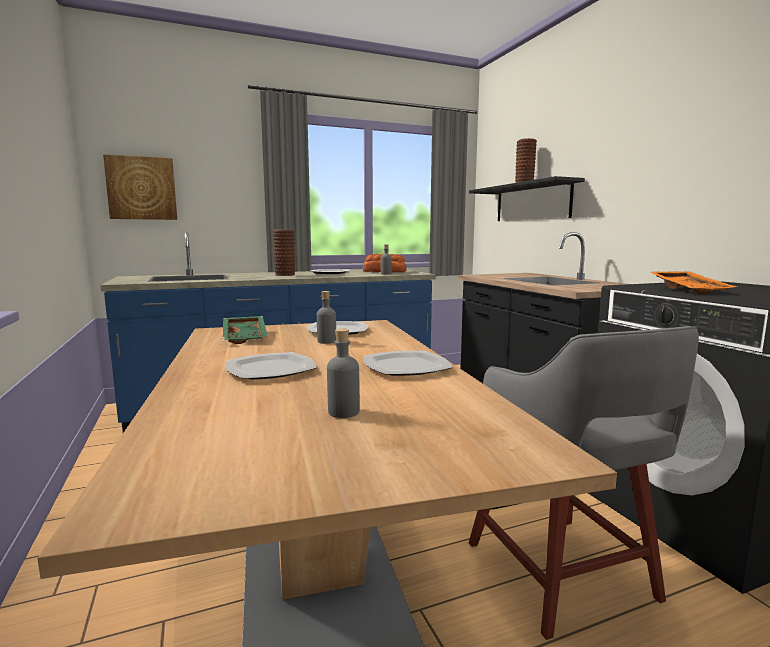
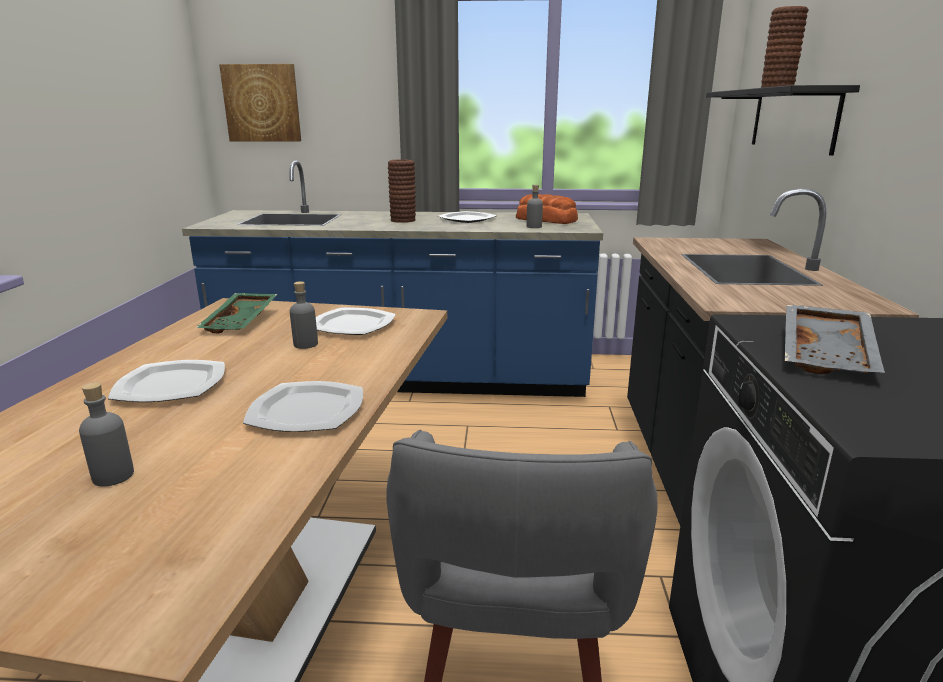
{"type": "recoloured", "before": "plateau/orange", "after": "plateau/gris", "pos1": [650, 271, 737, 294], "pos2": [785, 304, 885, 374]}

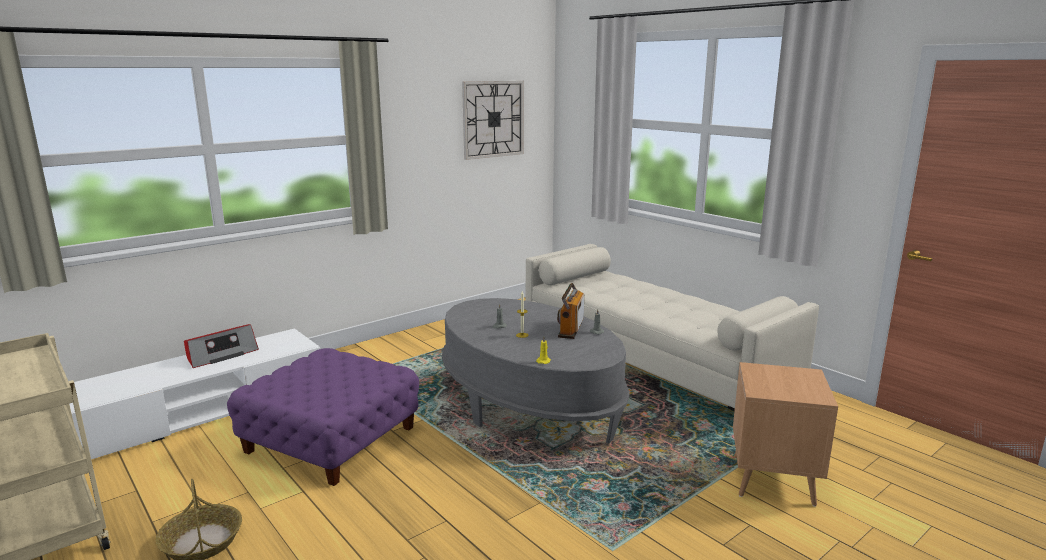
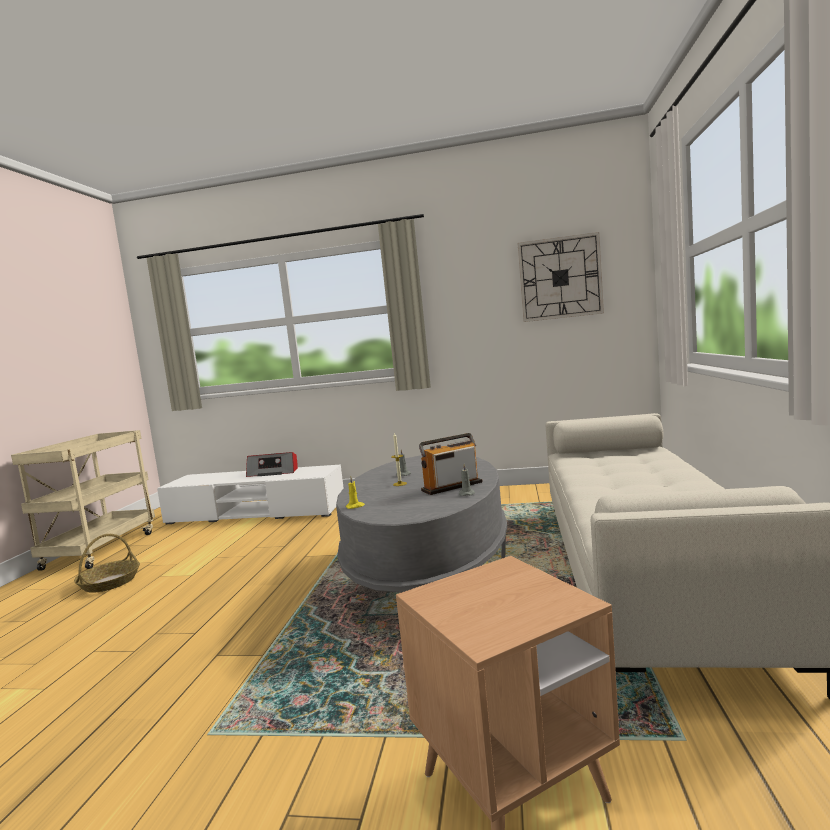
{"type": "removed", "before": "pouf/violet", "pos1": [227, 348, 419, 486]}

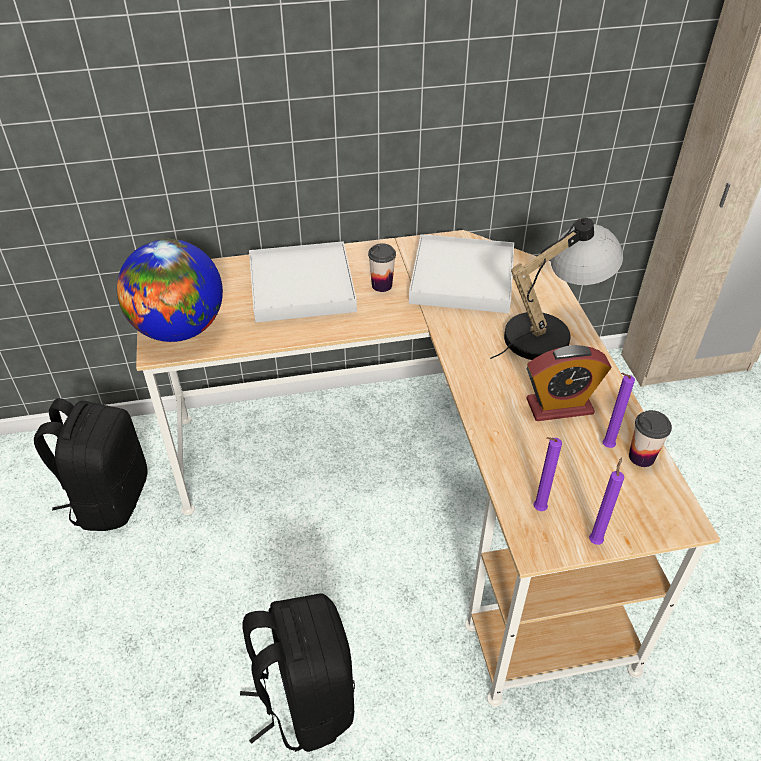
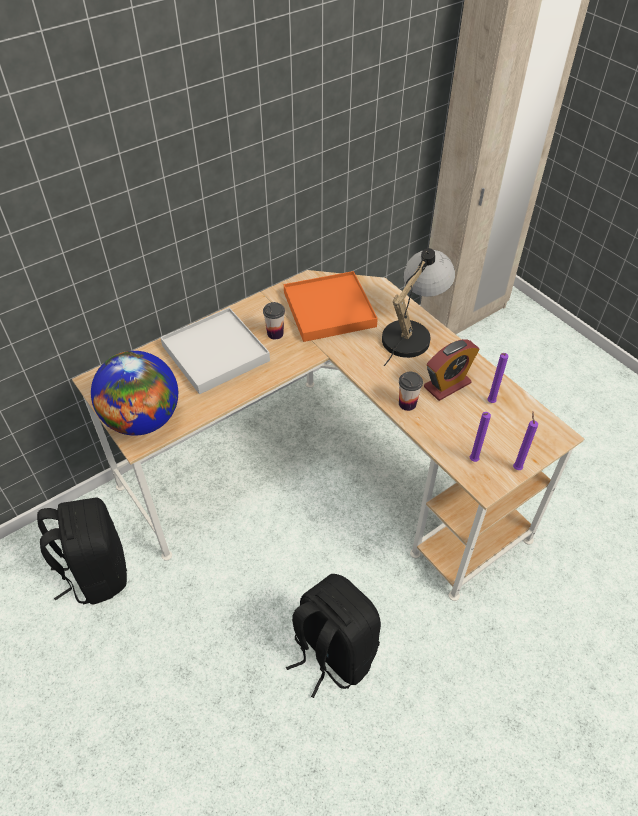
{"type": "recoloured", "before": "plateau/blanc", "after": "plateau/orange", "pos1": [409, 234, 514, 313], "pos2": [284, 271, 378, 342]}
{"type": "moved", "before": "tasse", "pos1": [629, 410, 672, 467], "pos2": [399, 372, 423, 411]}

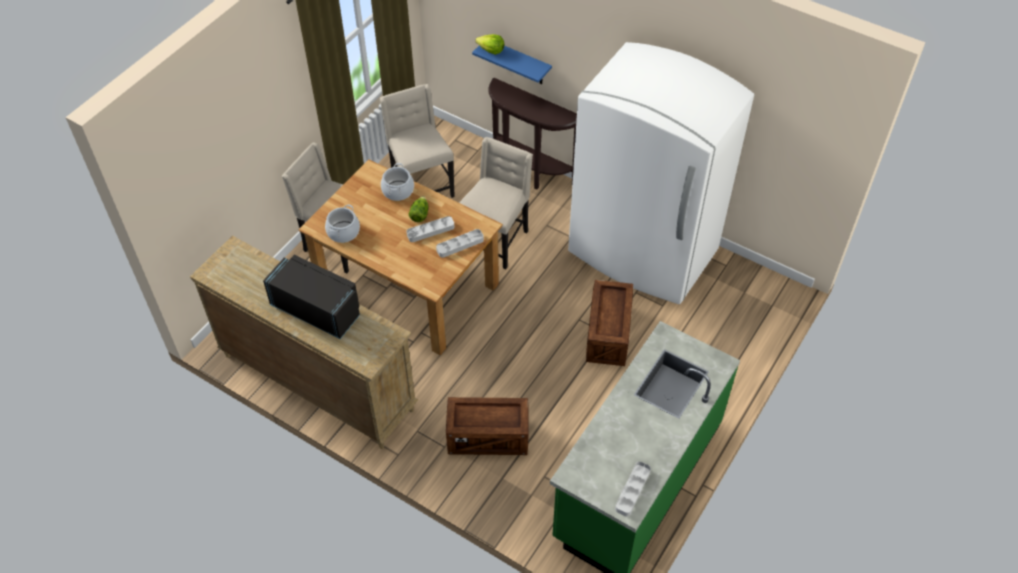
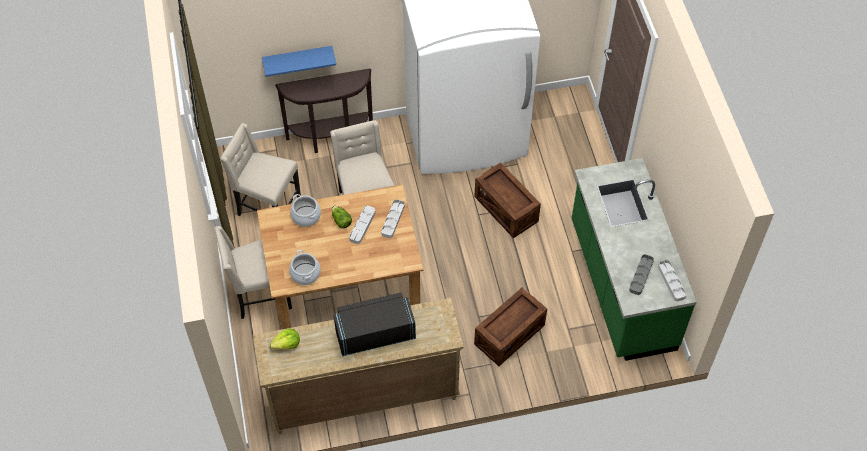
{"type": "moved", "before": "laitue", "pos1": [475, 34, 504, 55], "pos2": [270, 328, 300, 350]}
{"type": "added", "after": "plateau/gris", "pos2": [629, 254, 654, 295]}

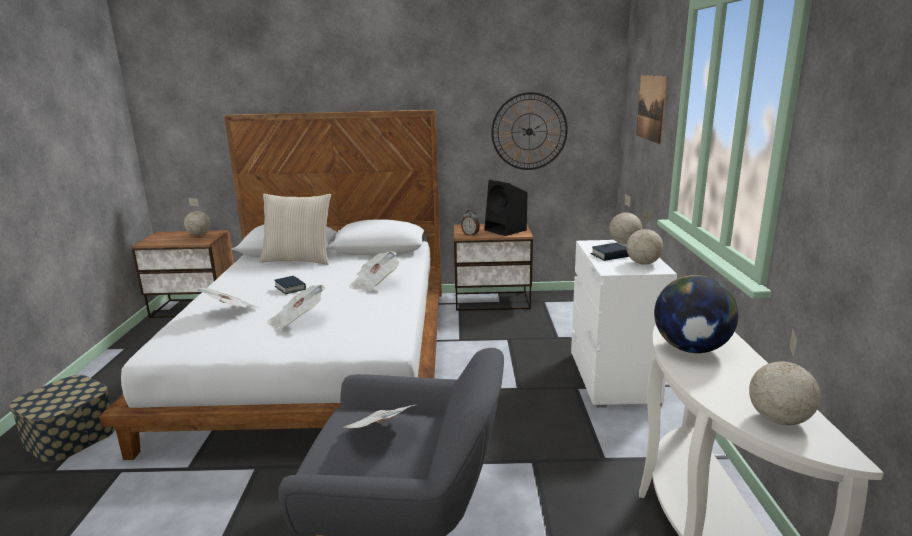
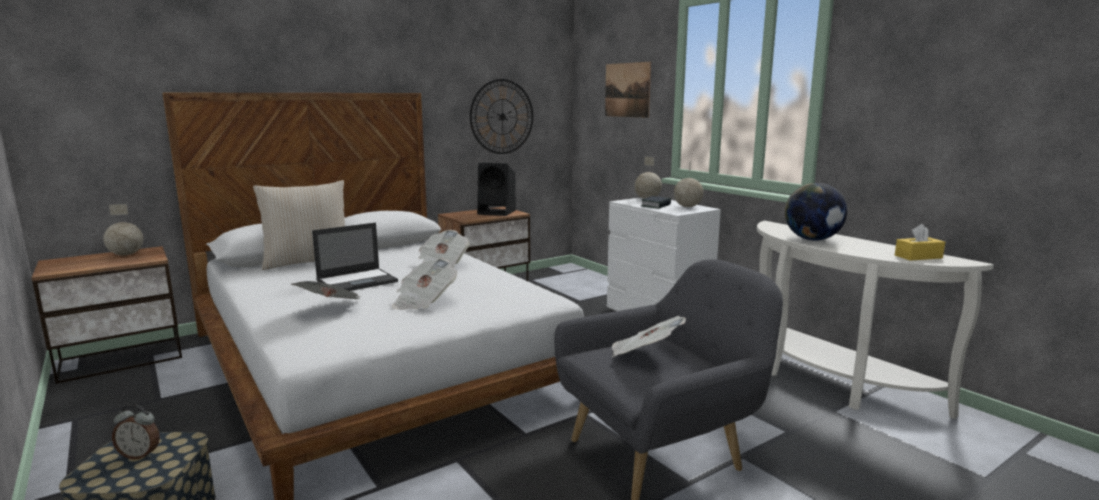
{"type": "replaced", "before": "livre", "after": "ordinateur portable", "pos1": [274, 276, 306, 294], "pos2": [312, 223, 398, 291]}
{"type": "moved", "before": "réveil", "pos1": [461, 210, 480, 236], "pos2": [112, 404, 160, 459]}
{"type": "replaced", "before": "globe", "after": "boîte à mouchoirs/jaune", "pos1": [749, 329, 820, 425], "pos2": [895, 224, 945, 261]}

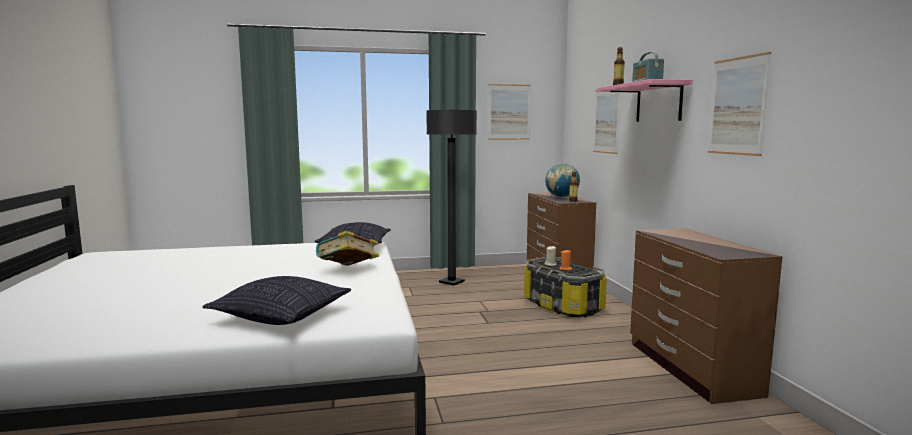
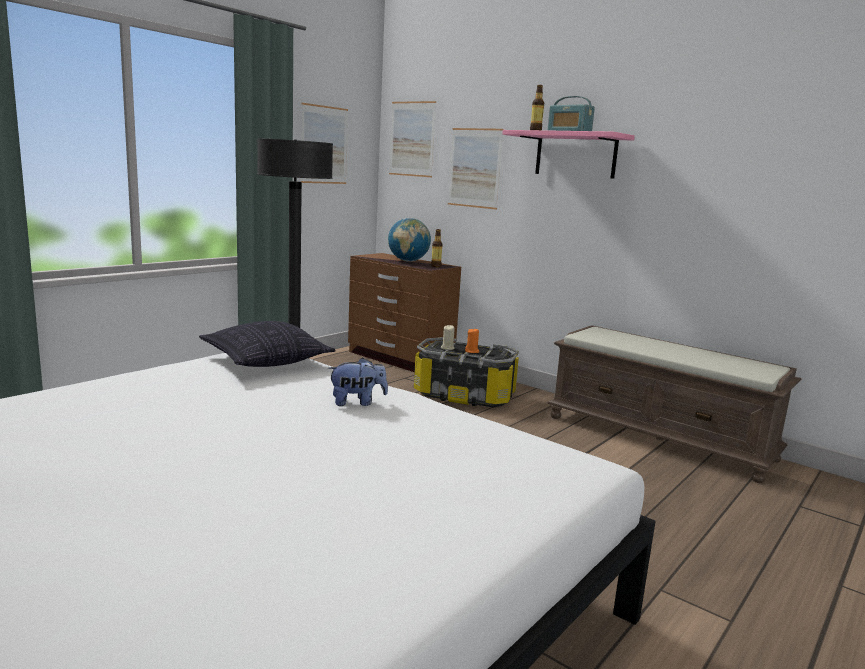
{"type": "removed", "before": "coussin", "pos1": [202, 276, 351, 325]}
{"type": "replaced", "before": "livre", "after": "peluche", "pos1": [316, 231, 379, 266], "pos2": [328, 357, 388, 406]}
{"type": "replaced", "before": "commode/marron", "after": "banc/marron", "pos1": [630, 228, 782, 404], "pos2": [548, 325, 801, 483]}
{"type": "moved", "before": "tableau", "pos1": [708, 52, 771, 156], "pos2": [389, 101, 436, 177]}

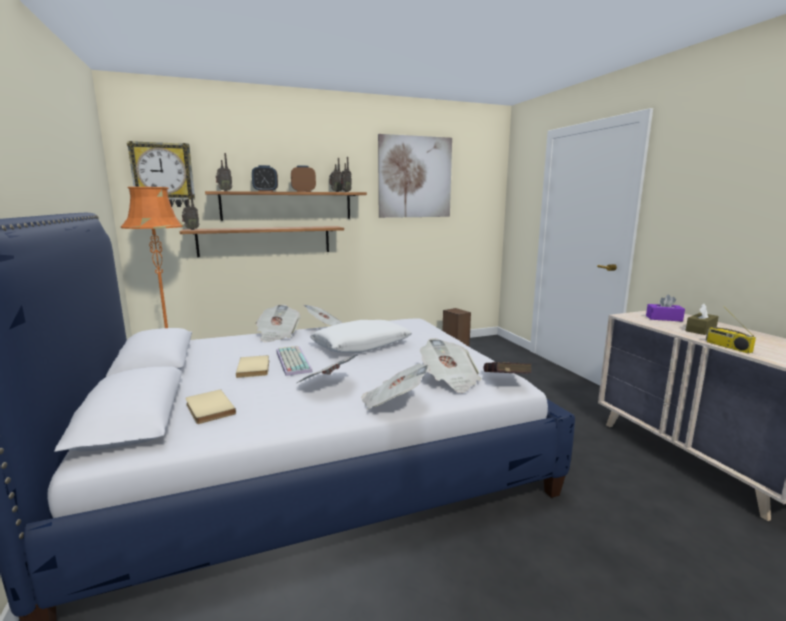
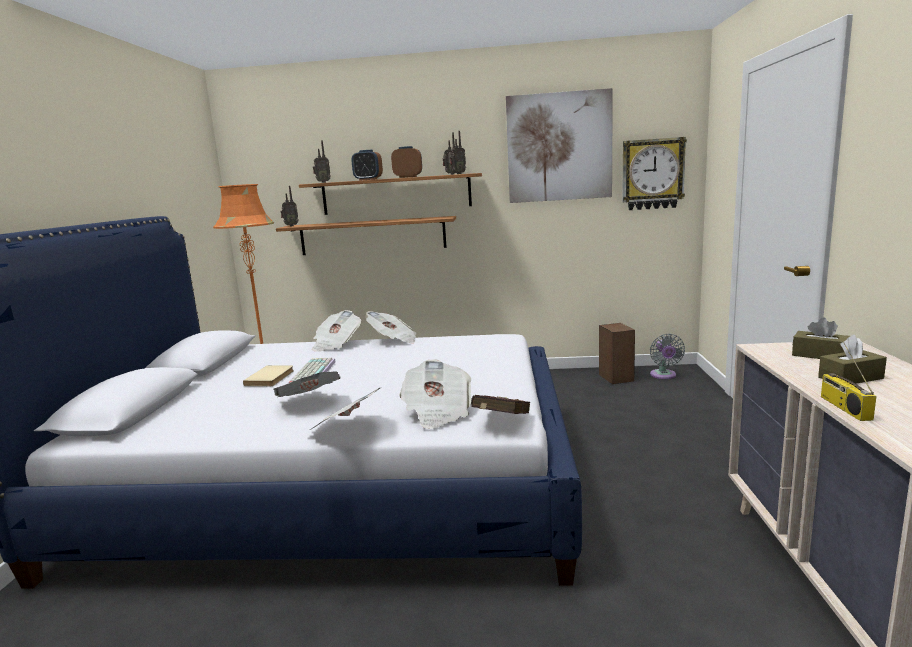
{"type": "moved", "before": "horloge murale", "pos1": [127, 141, 195, 207], "pos2": [622, 137, 687, 210]}
{"type": "removed", "before": "livre/beige", "pos1": [185, 389, 236, 424]}
{"type": "removed", "before": "coussin/blanc", "pos1": [310, 320, 412, 353]}
{"type": "recoloured", "before": "boîte à mouchoirs/violet", "after": "boîte à mouchoirs/marron", "pos1": [646, 295, 685, 322], "pos2": [792, 317, 850, 359]}
{"type": "added", "after": "ventilateur/gris", "pos2": [650, 334, 685, 379]}

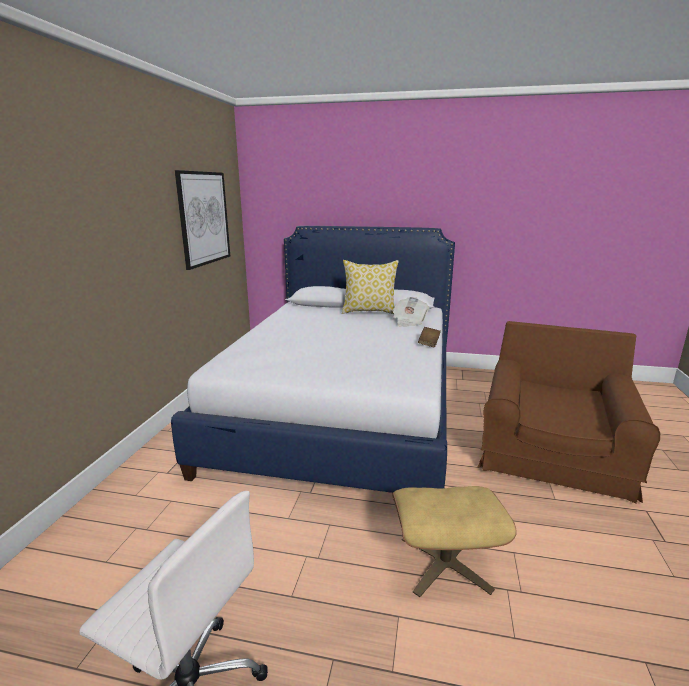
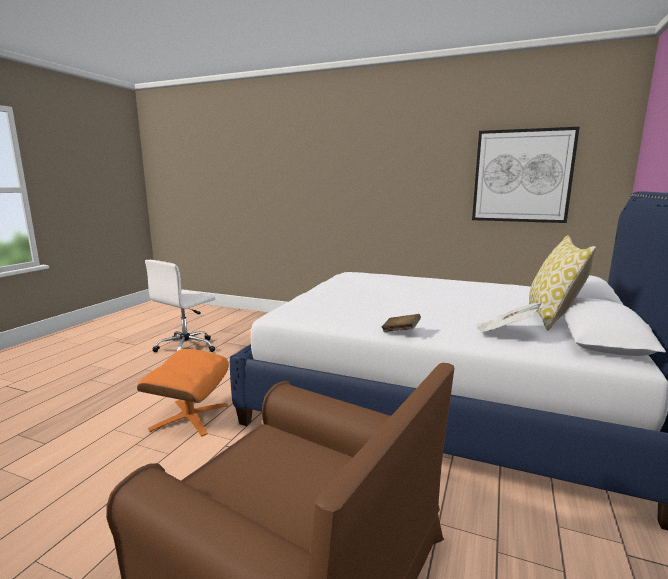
{"type": "recoloured", "before": "pouf/beige", "after": "pouf/orange", "pos1": [392, 486, 517, 597], "pos2": [137, 349, 229, 437]}

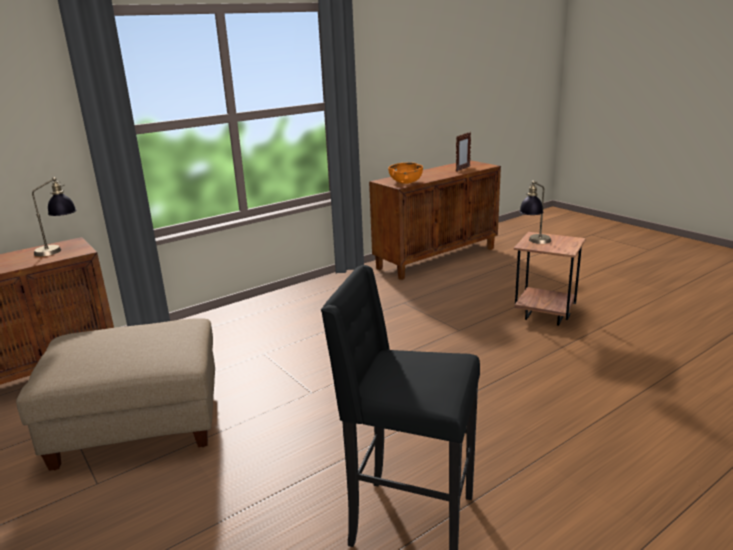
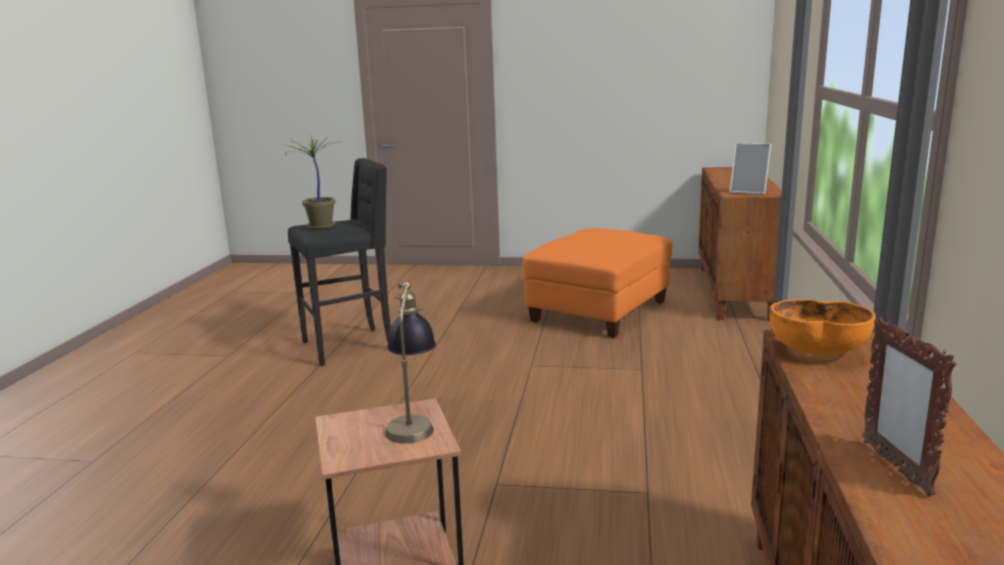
{"type": "recoloured", "before": "pouf/beige", "after": "pouf/orange", "pos1": [16, 318, 215, 471], "pos2": [523, 228, 673, 338]}
{"type": "replaced", "before": "lampe de table", "after": "cadre photo", "pos1": [32, 177, 76, 256], "pos2": [730, 143, 771, 195]}
{"type": "added", "after": "plante en pot", "pos2": [285, 135, 342, 230]}

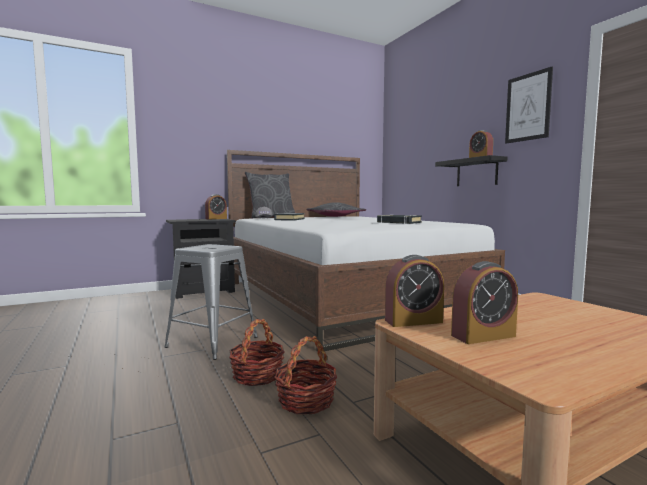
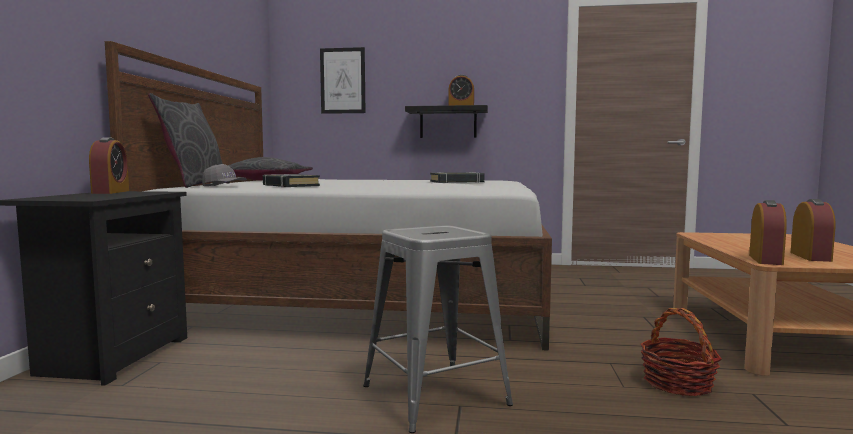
{"type": "removed", "before": "panier", "pos1": [229, 319, 285, 386]}
{"type": "moved", "before": "tableau", "pos1": [505, 66, 553, 144], "pos2": [320, 47, 365, 114]}

